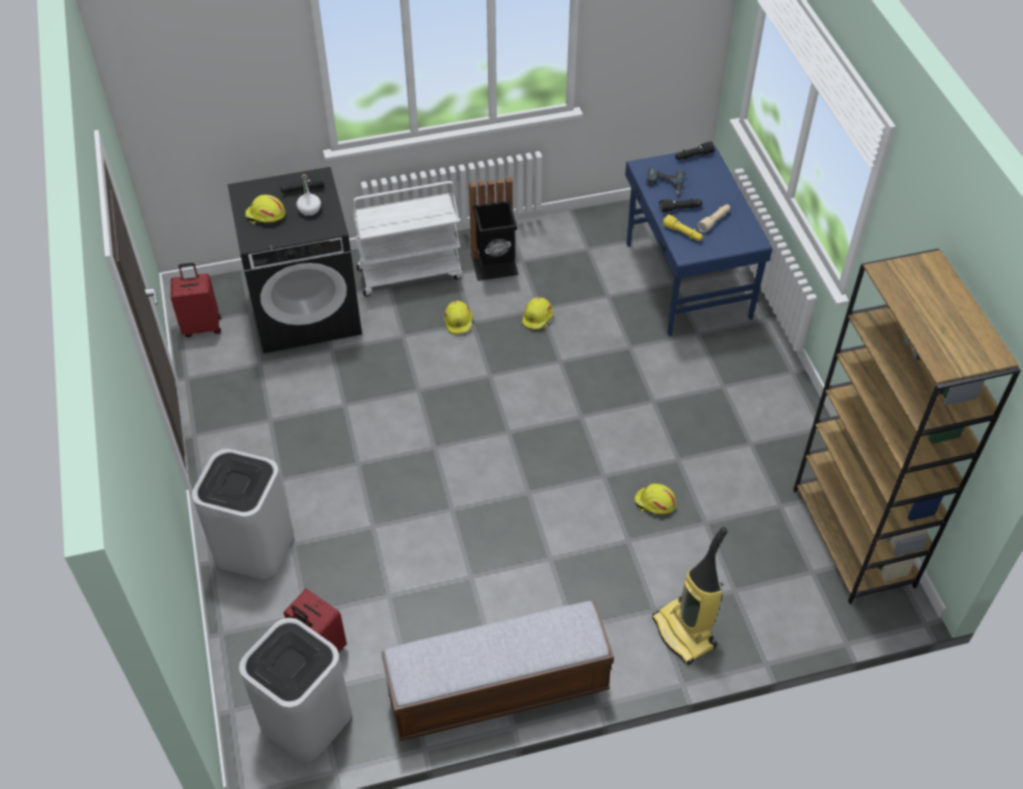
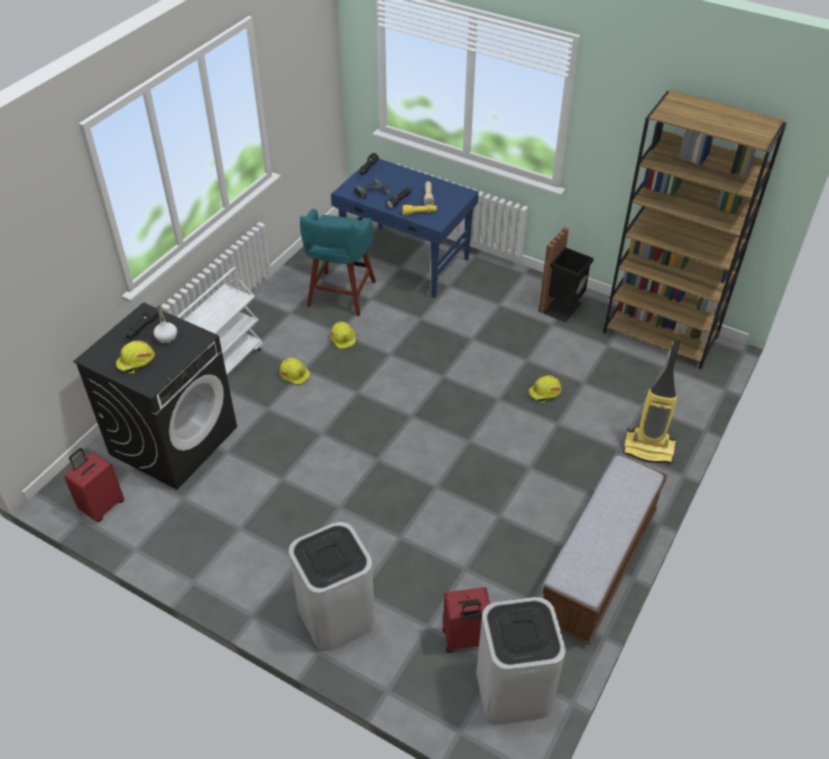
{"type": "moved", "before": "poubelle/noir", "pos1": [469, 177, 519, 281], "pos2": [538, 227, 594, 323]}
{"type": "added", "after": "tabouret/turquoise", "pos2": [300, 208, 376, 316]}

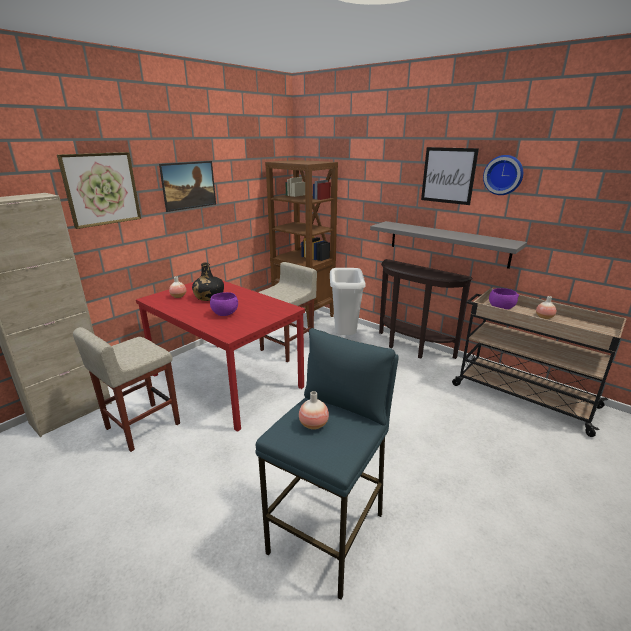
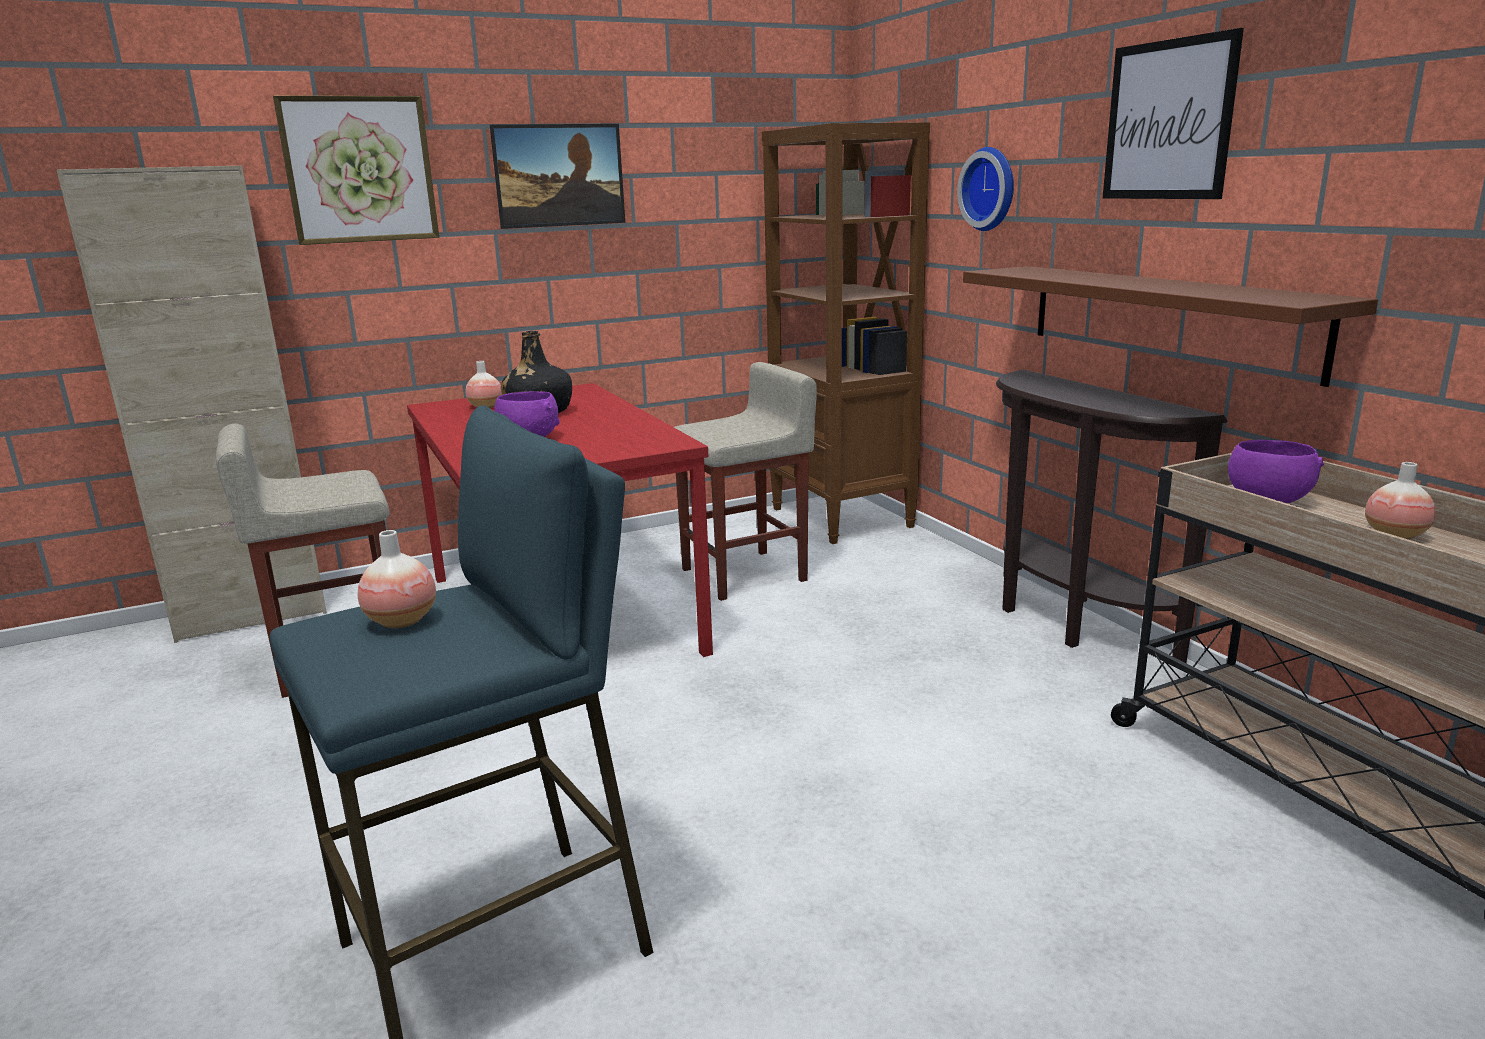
{"type": "removed", "before": "poubelle/blanc", "pos1": [330, 268, 366, 335]}
{"type": "recoloured", "before": "étagère/gris", "after": "étagère/marron", "pos1": [370, 221, 527, 269], "pos2": [963, 266, 1378, 387]}
{"type": "moved", "before": "horloge murale", "pos1": [483, 155, 523, 195], "pos2": [957, 147, 1014, 231]}

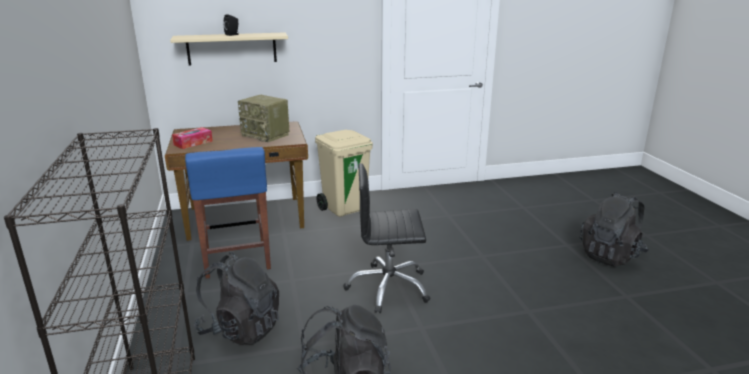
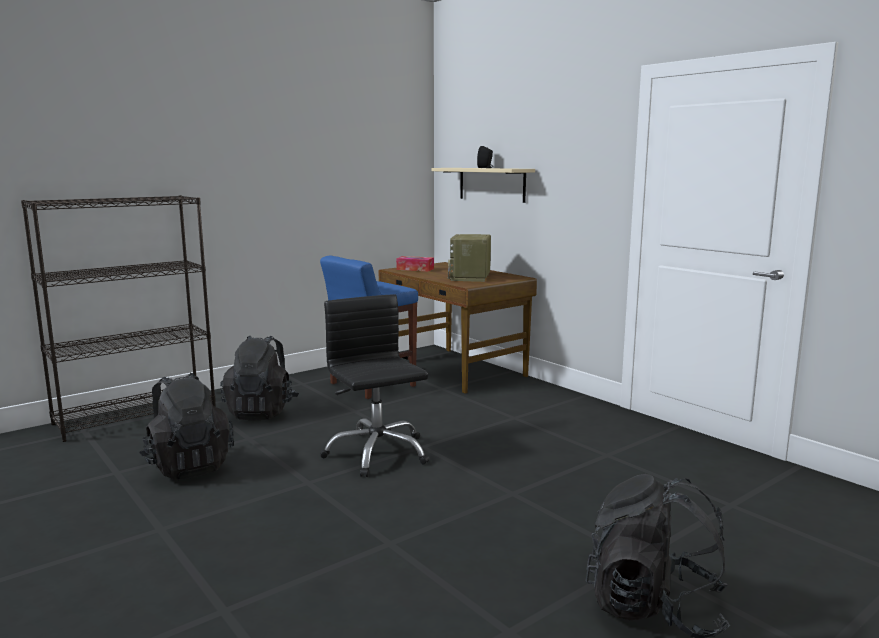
{"type": "removed", "before": "poubelle/beige", "pos1": [315, 130, 373, 217]}

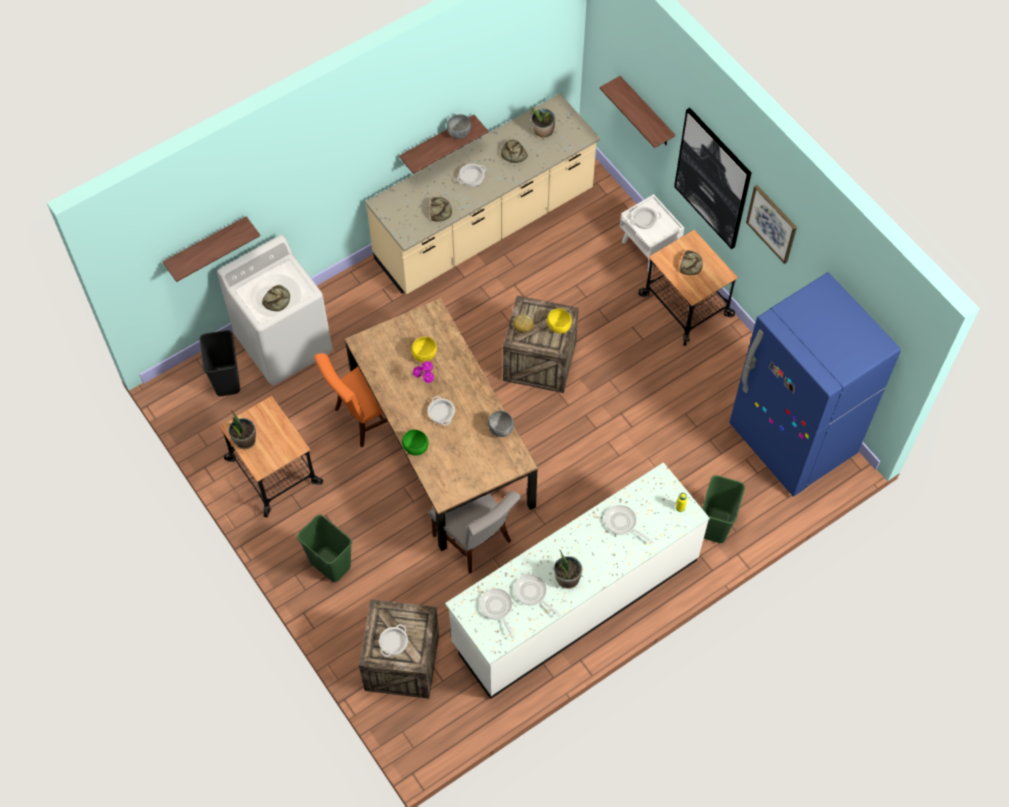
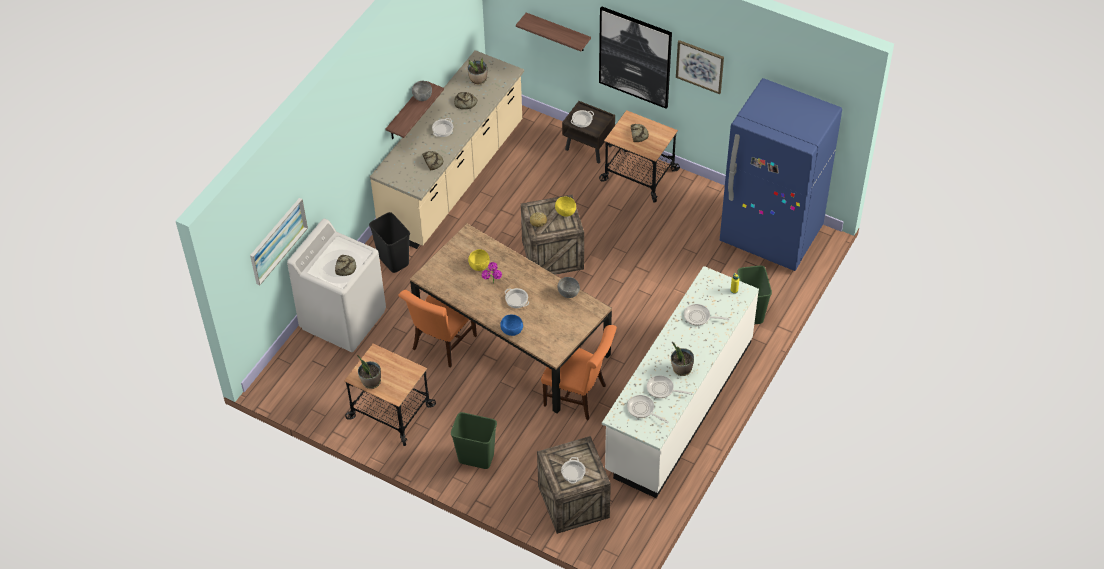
{"type": "replaced", "before": "étagère", "after": "tableau", "pos1": [163, 216, 260, 282], "pos2": [250, 198, 308, 285]}
{"type": "moved", "before": "poubelle/noir", "pos1": [200, 330, 240, 396], "pos2": [369, 212, 410, 273]}
{"type": "recoloured", "before": "bol/vert", "after": "bol/bleu", "pos1": [402, 429, 429, 456], "pos2": [500, 314, 523, 336]}
{"type": "recoloured", "before": "chaise/gris", "after": "chaise/orange", "pos1": [429, 491, 522, 574], "pos2": [541, 325, 617, 420]}
{"type": "recoloured", "before": "table de chevet/blanc", "after": "table de chevet/marron", "pos1": [620, 194, 684, 272], "pos2": [562, 101, 615, 163]}

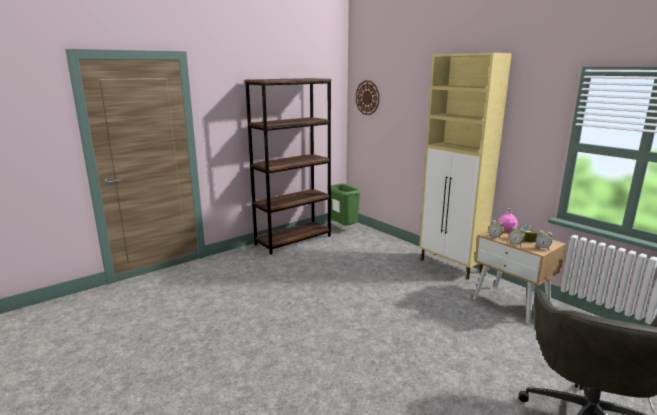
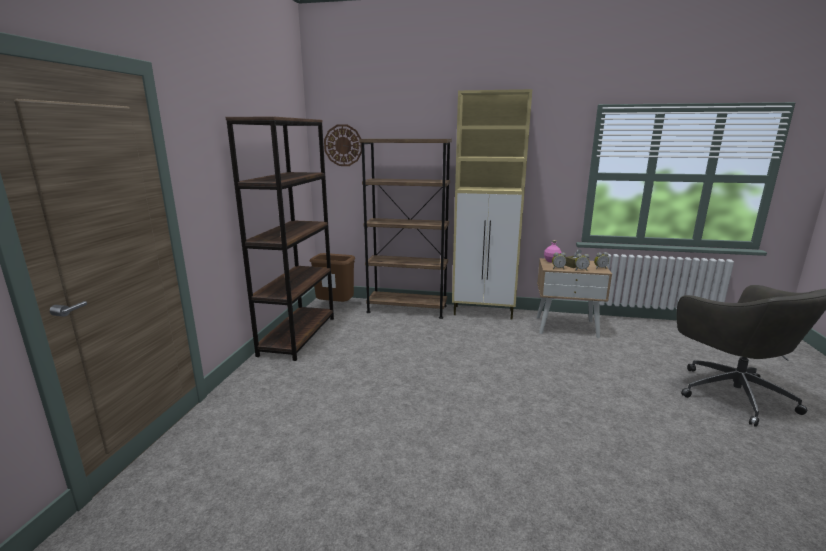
{"type": "recoloured", "before": "poubelle/vert", "after": "poubelle/marron", "pos1": [327, 183, 361, 225], "pos2": [310, 253, 355, 302]}
{"type": "added", "after": "bibliothèque/marron", "pos2": [359, 138, 452, 319]}

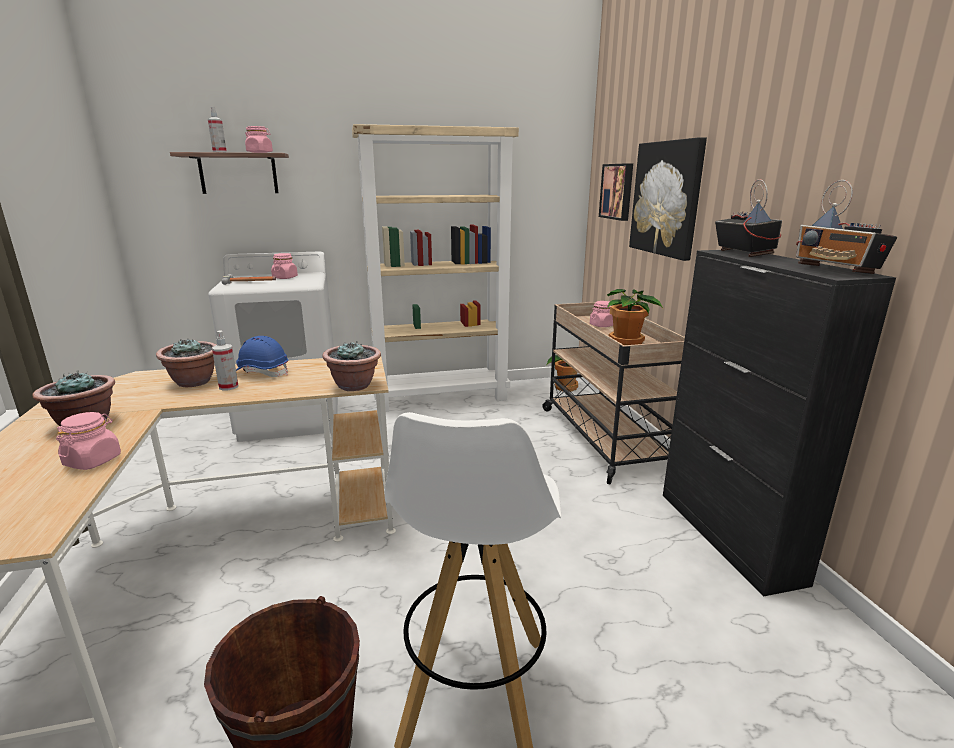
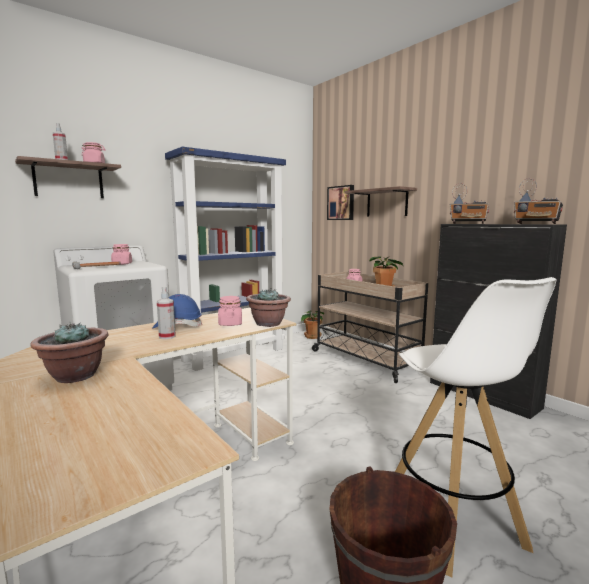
{"type": "moved", "before": "bocal/rose", "pos1": [56, 412, 121, 470], "pos2": [218, 296, 242, 326]}
{"type": "removed", "before": "plante en pot", "pos1": [156, 338, 217, 387]}
{"type": "recoloured", "before": "bibliothèque/beige", "after": "bibliothèque/bleu", "pos1": [352, 124, 519, 412], "pos2": [165, 147, 286, 371]}
{"type": "replaced", "before": "tableau", "after": "étagère", "pos1": [629, 137, 707, 261], "pos2": [345, 186, 417, 217]}
{"type": "turned", "before": "radio", "pos1": [715, 179, 782, 257], "pos2": [450, 183, 489, 224], "turn": 150}

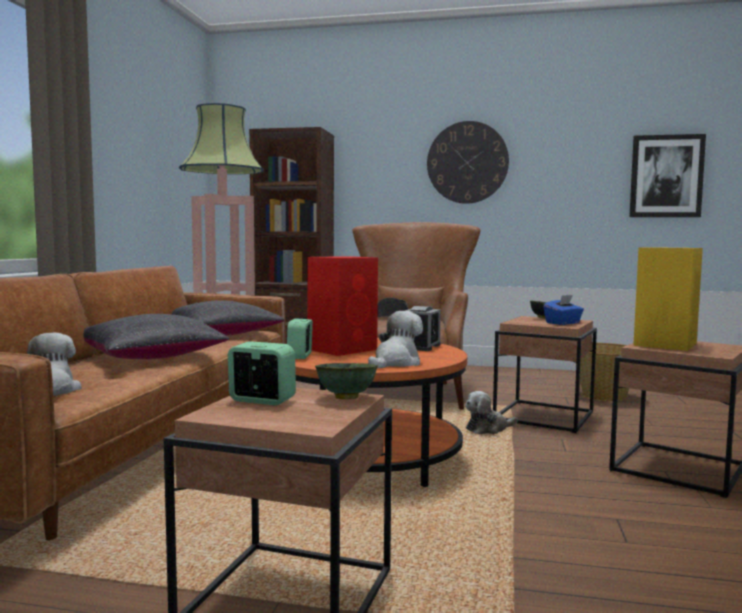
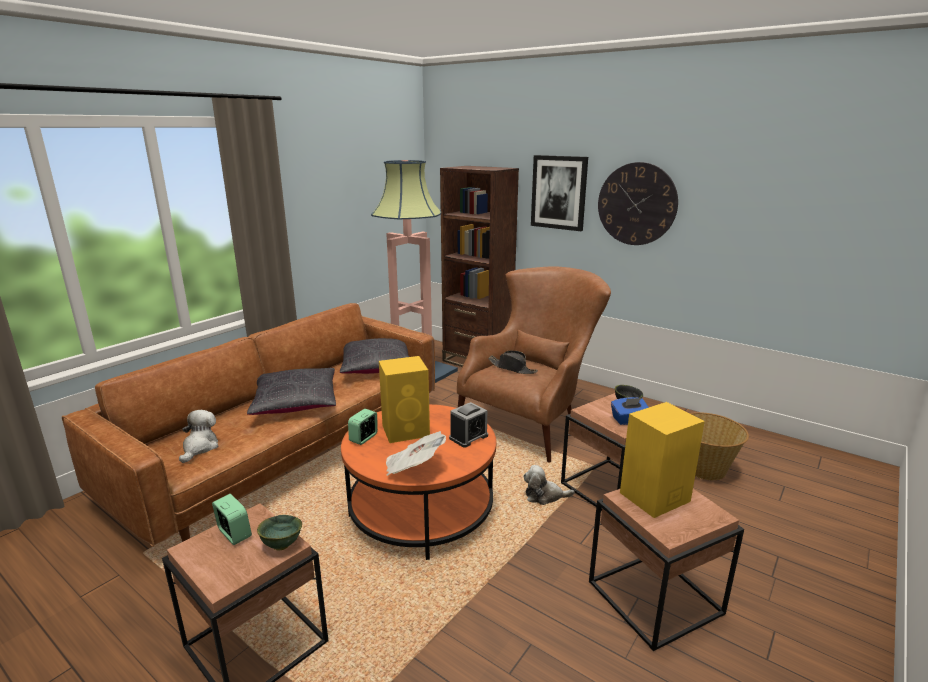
{"type": "recoloured", "before": "enceinte/rouge", "after": "enceinte/jaune", "pos1": [307, 256, 378, 356], "pos2": [379, 356, 430, 443]}
{"type": "replaced", "before": "peluche", "after": "journal", "pos1": [368, 311, 423, 368], "pos2": [386, 431, 446, 476]}
{"type": "moved", "before": "tableau", "pos1": [629, 134, 706, 217], "pos2": [531, 155, 588, 231]}

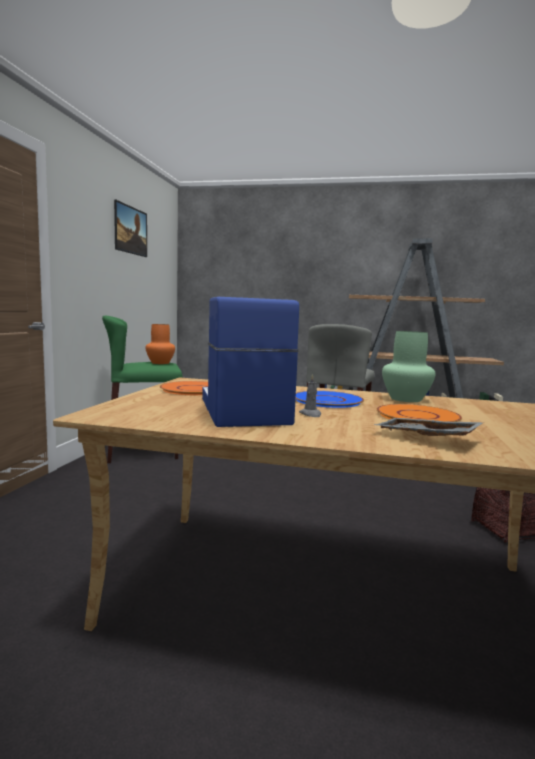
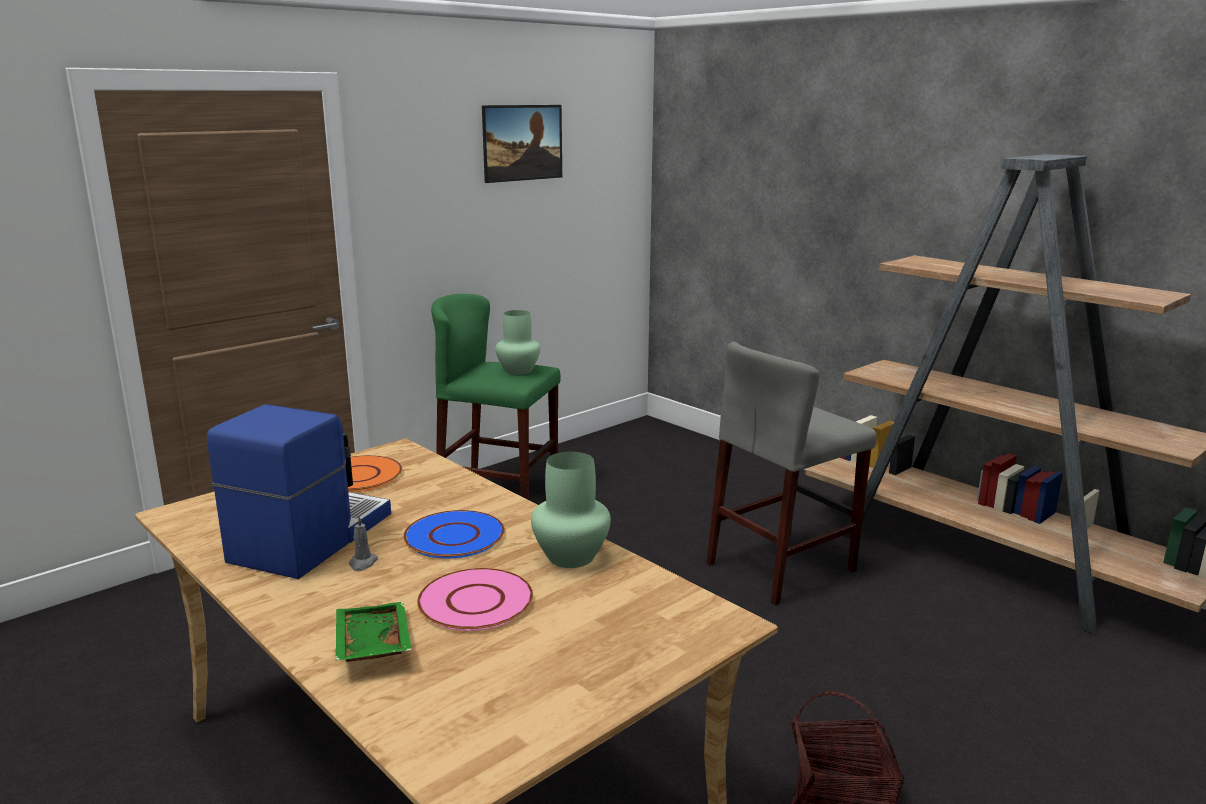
{"type": "recoloured", "before": "vase/orange", "after": "vase/vert", "pos1": [145, 324, 175, 364], "pos2": [495, 310, 540, 375]}
{"type": "recoloured", "before": "plateau/gris", "after": "plateau/vert", "pos1": [374, 418, 484, 436], "pos2": [336, 602, 412, 662]}
{"type": "recoloured", "before": "assiette/orange", "after": "assiette/rose", "pos1": [377, 404, 462, 422], "pos2": [417, 568, 533, 631]}

